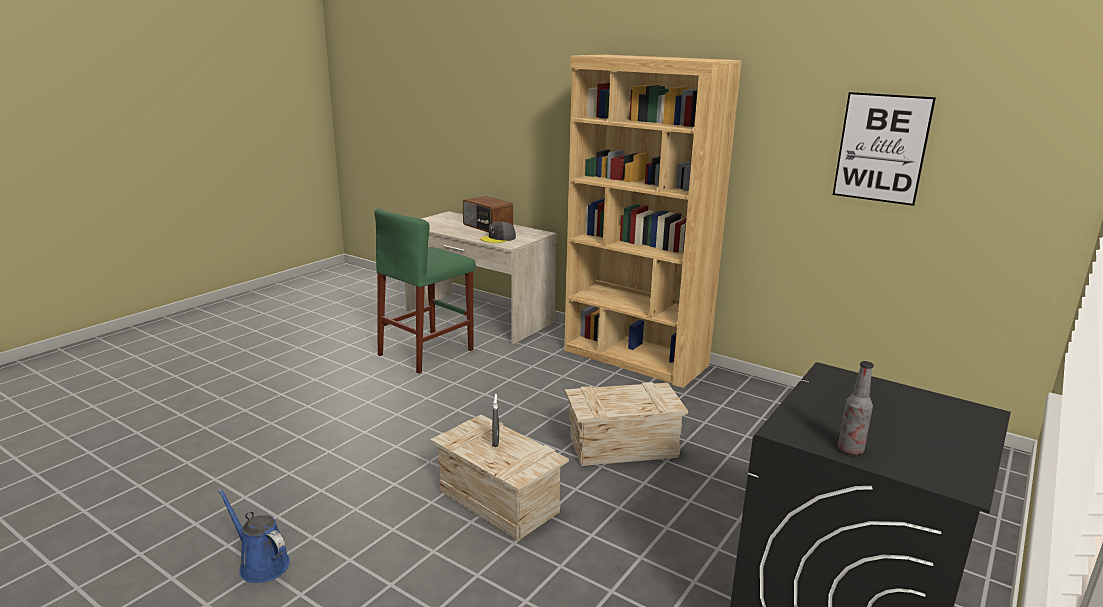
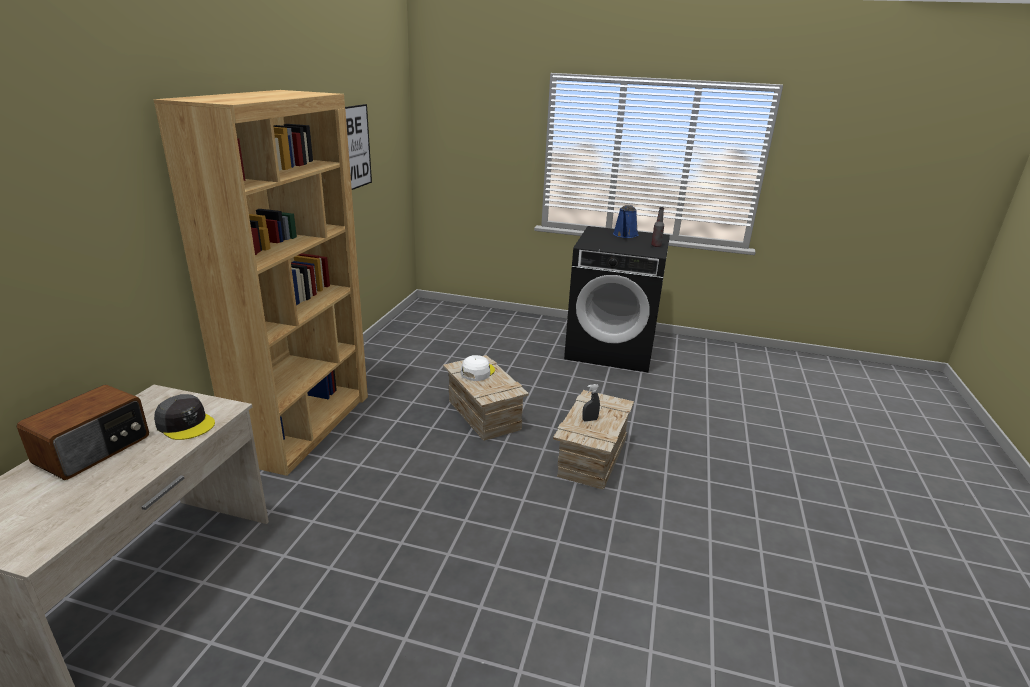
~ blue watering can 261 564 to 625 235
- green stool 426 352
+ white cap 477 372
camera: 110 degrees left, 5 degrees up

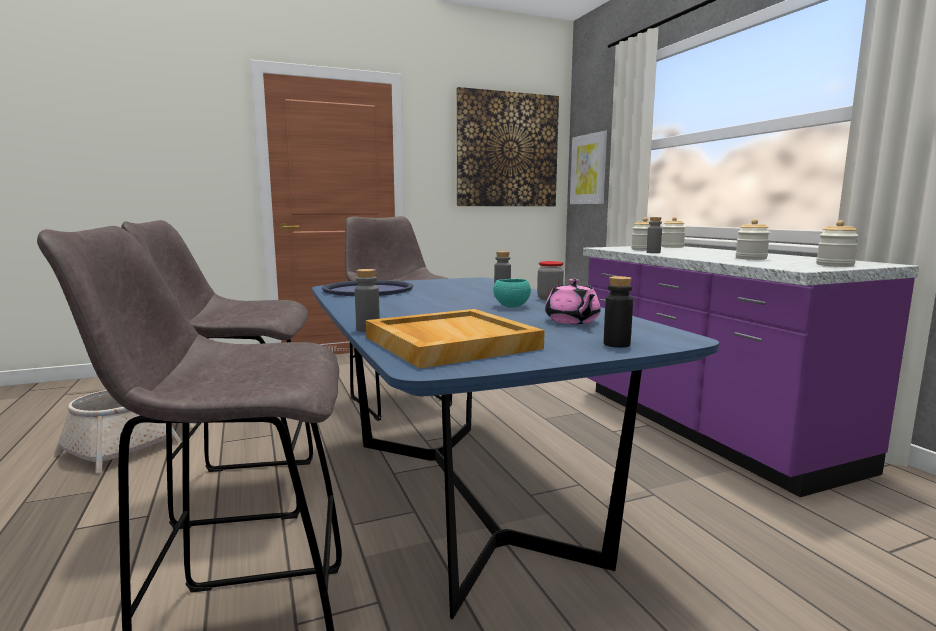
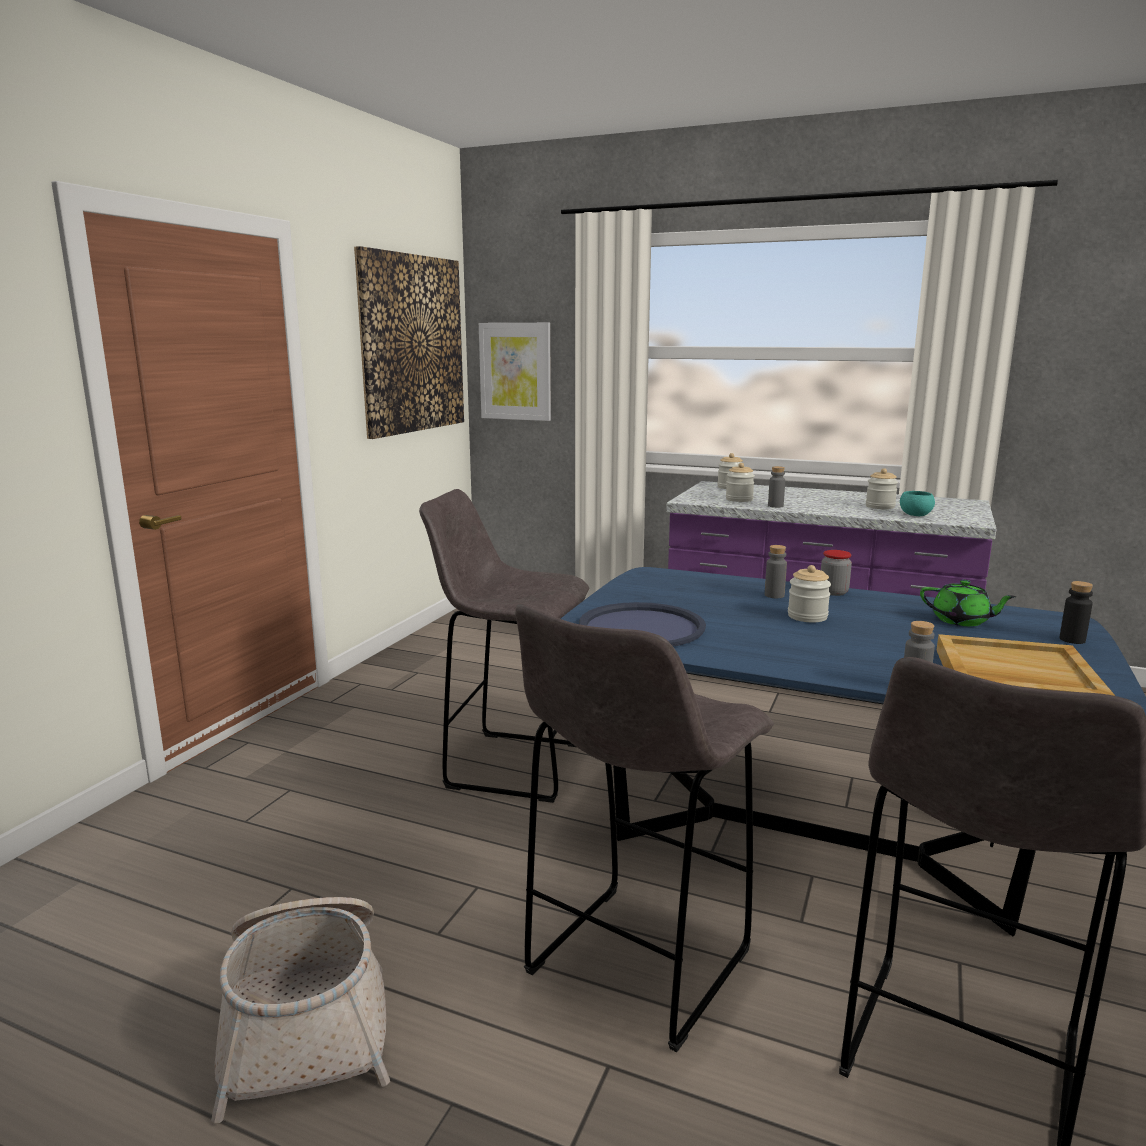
~ turquoise bowl 511 306 to 915 515
~ pink teapot 572 321 to green teapot 961 621
~ jar 834 265 to 807 616
camera: 45 degrees left, 5 degrees up

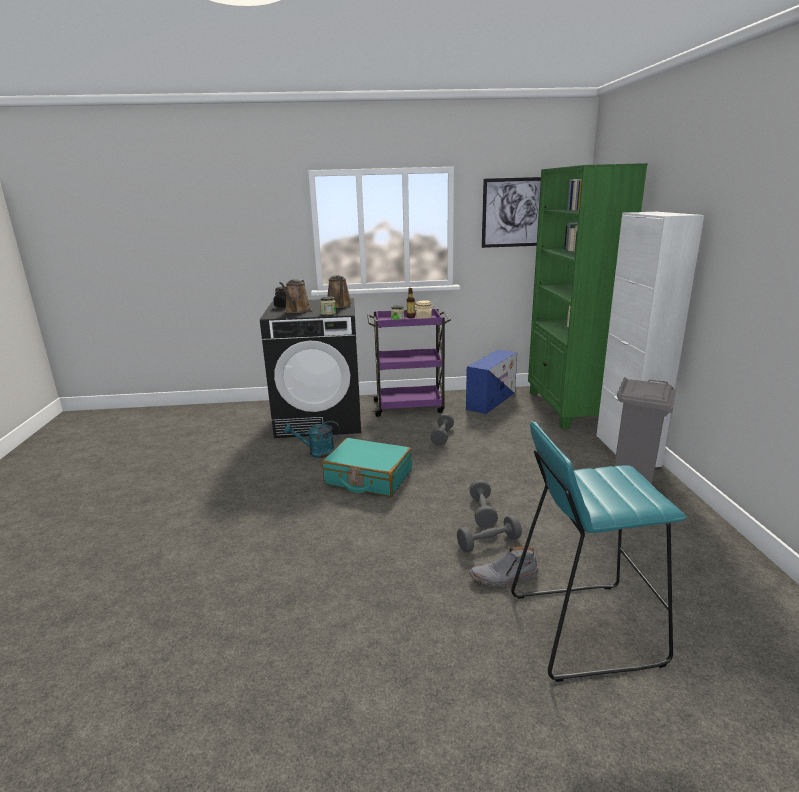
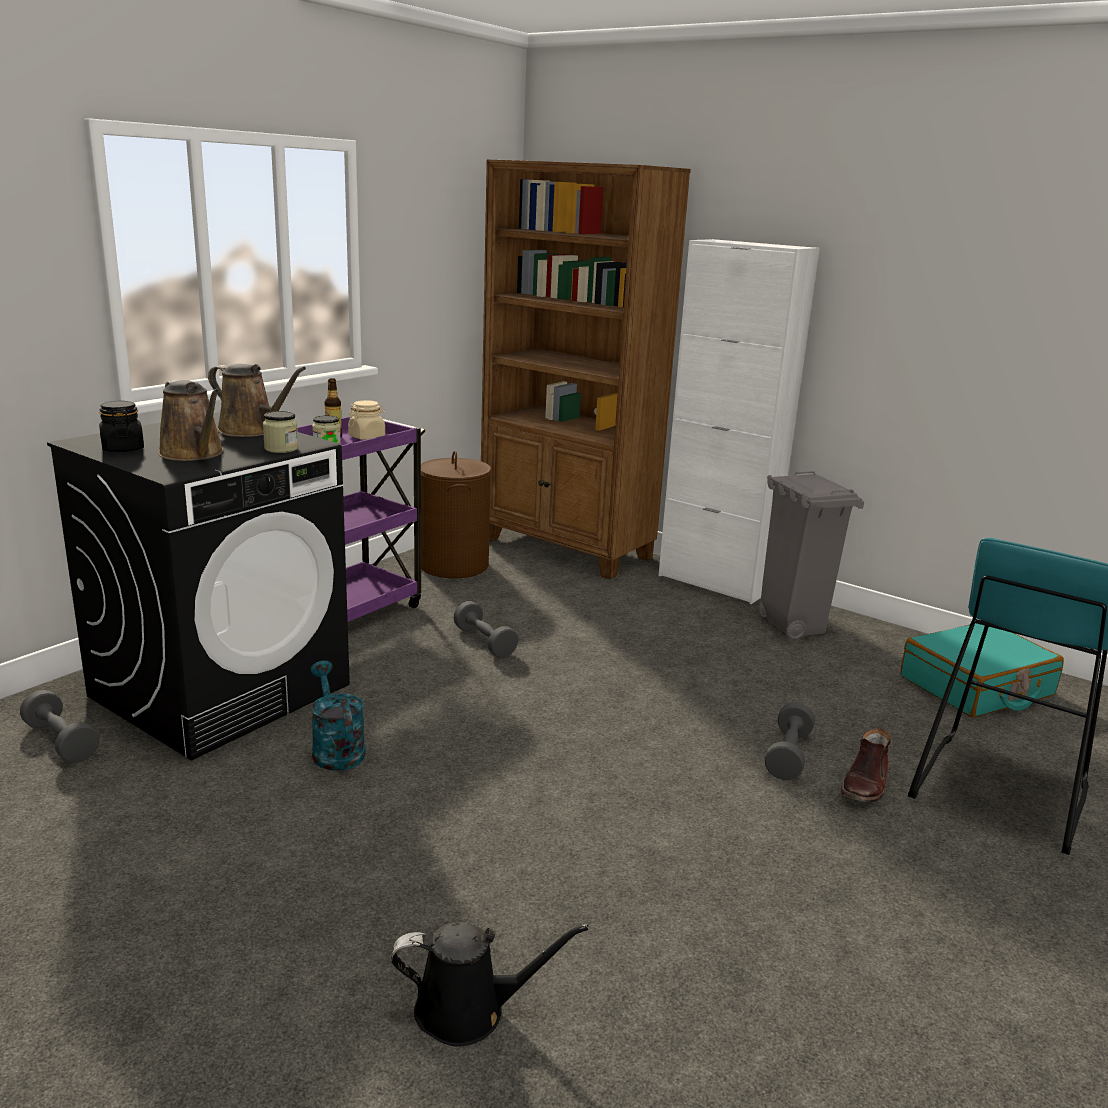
~ turquoise watering can 317 453 = 335 749 120 degrees clockwise
~ turquoise suitcase 368 478 to 976 687
~ blue storage box 491 400 to brown laundry basket 453 565
~ grey dumbbell 482 512 to 61 741
~ grey boot 504 577 to brown boot 866 784
- picture 514 212
~ green bookcase 566 408 to brown bookcase 567 549
+ black watering can 469 1010
camera: 50 degrees left, 0 degrees up

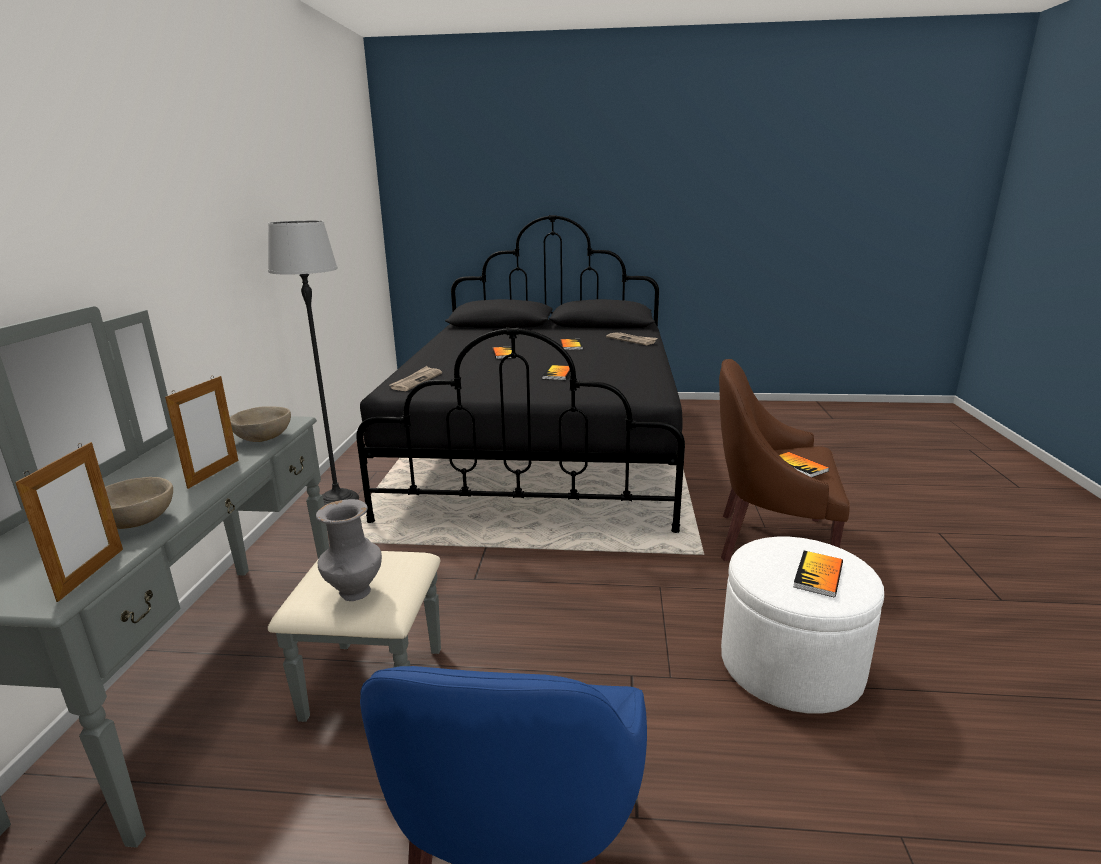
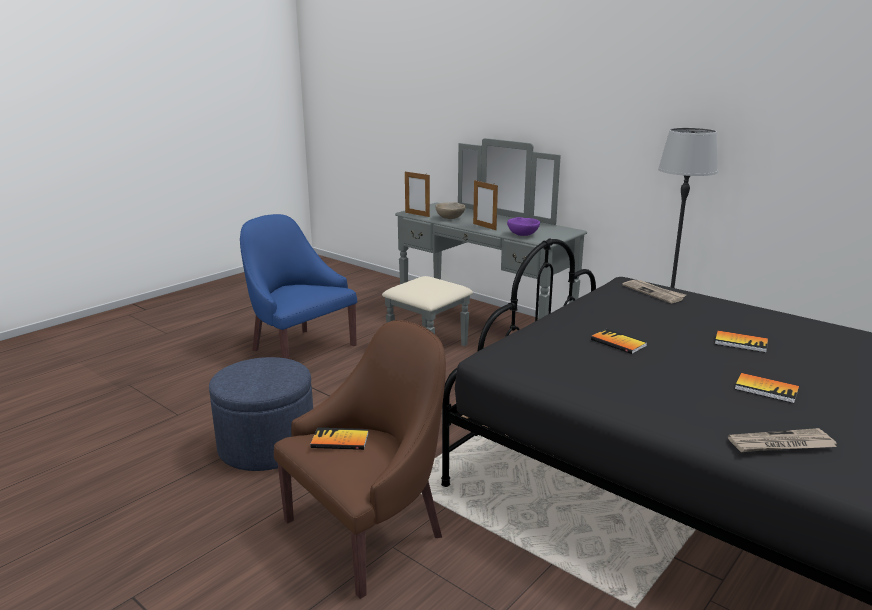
~ beige bowl 264 438 to purple bowl 523 235
- grey vase 354 593
~ white ottoman 790 665 to blue ottoman 267 446
- book 818 575
camera: 125 degrees right, 0 degrees up

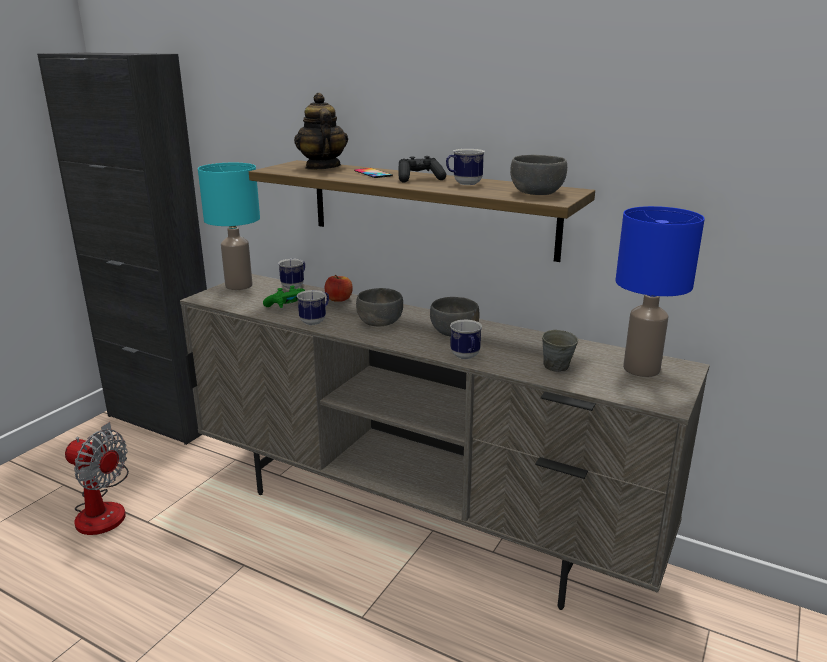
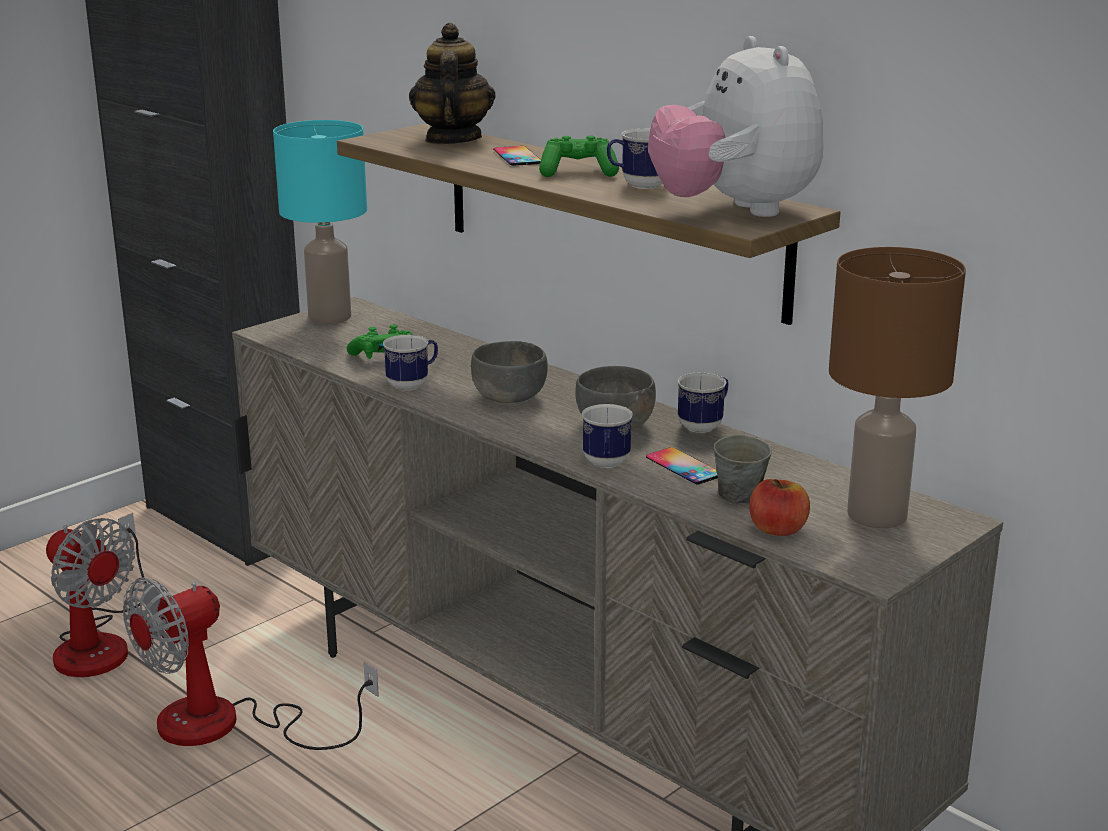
~ mug 295 285 to 704 425
~ apple 339 299 to 778 529
~ black game controller 419 179 to green game controller 578 172
~ grey bowl 537 193 to plush toy 734 211
~ blue table lamp 641 369 to brown table lamp 878 514
+ fan 226 725
+ phone 684 466
camera: 15 degrees right, 0 degrees up

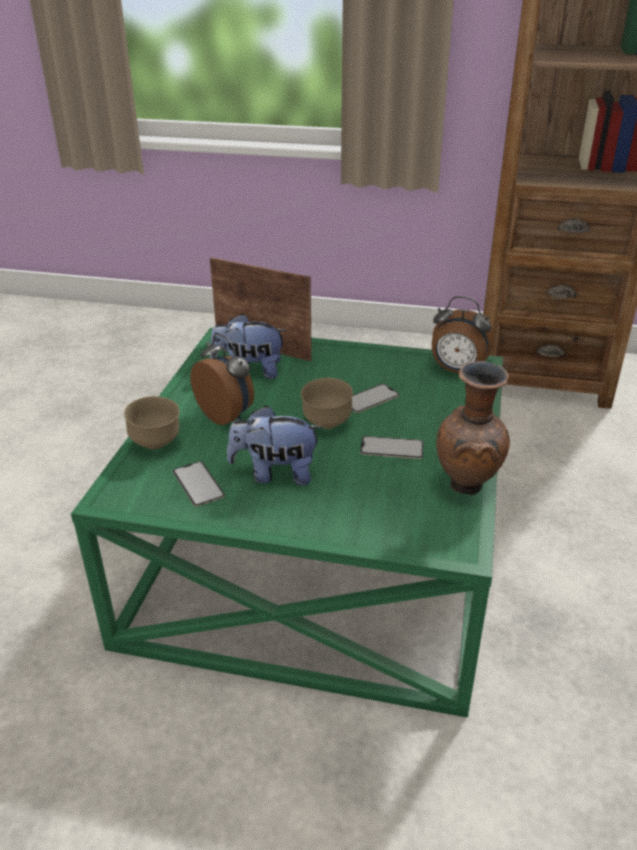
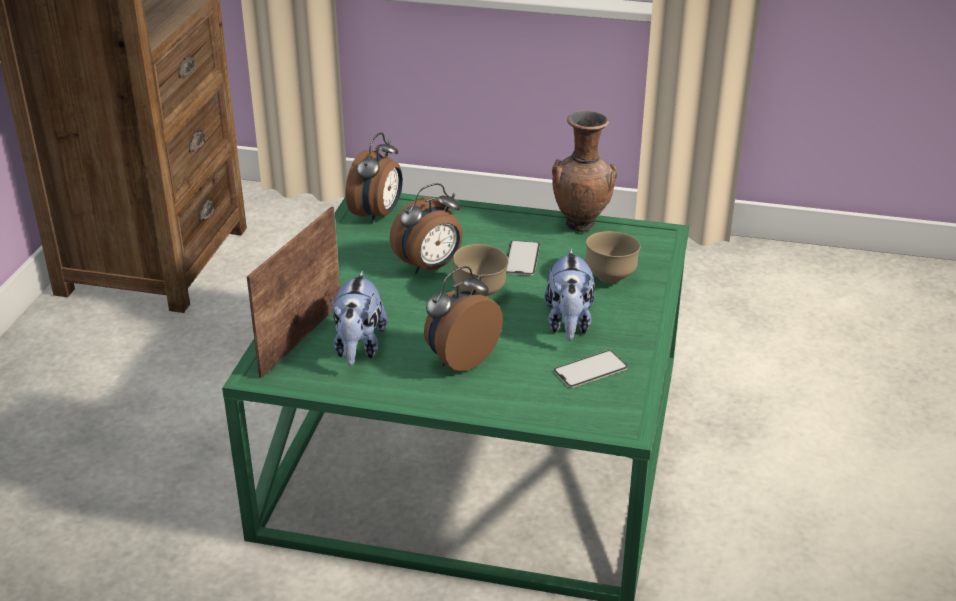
~ brown bowl 156 444 to 610 278
~ phone 370 399 to alarm clock 430 267
camera: 90 degrees left, 0 degrees up

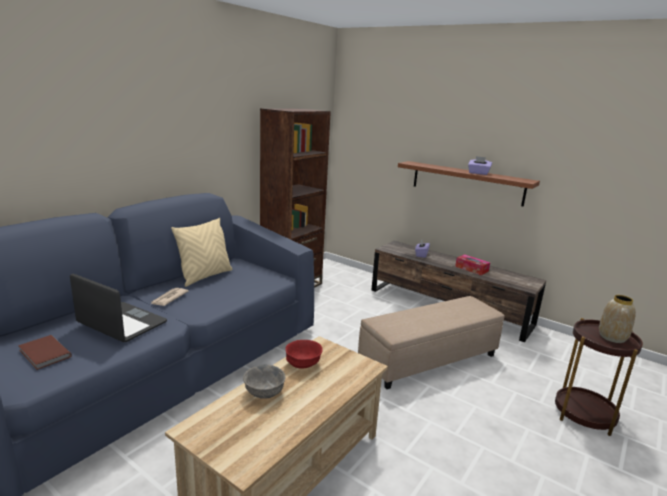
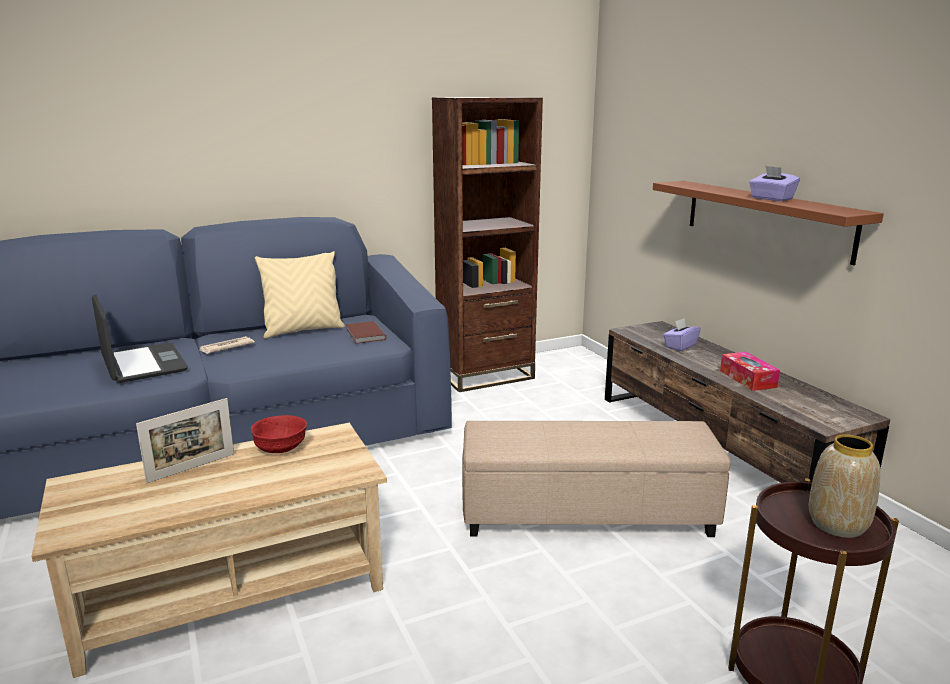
~ brown book 44 354 to 364 334
~ grey bowl 264 392 to picture frame 191 468
camera: 30 degrees right, 0 degrees up

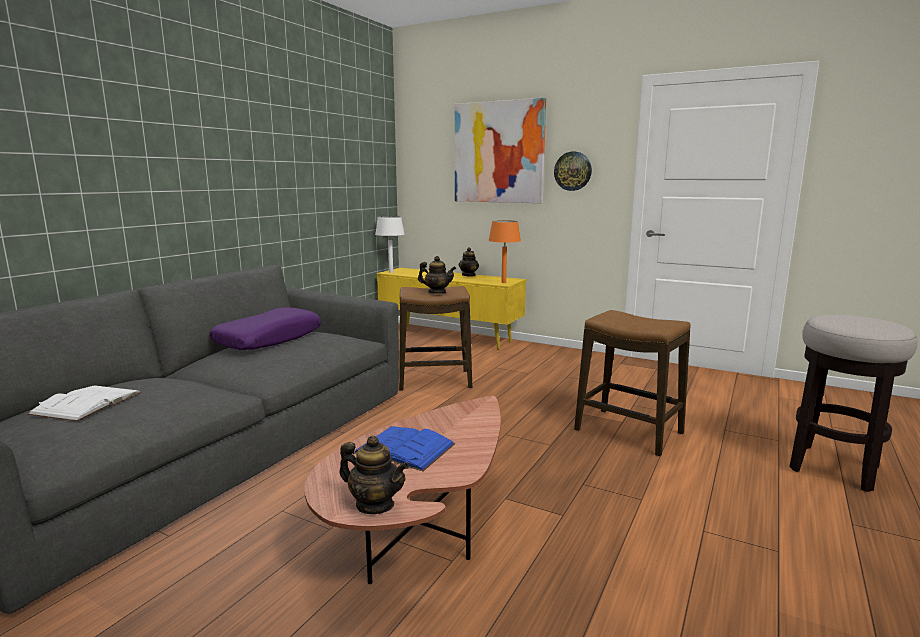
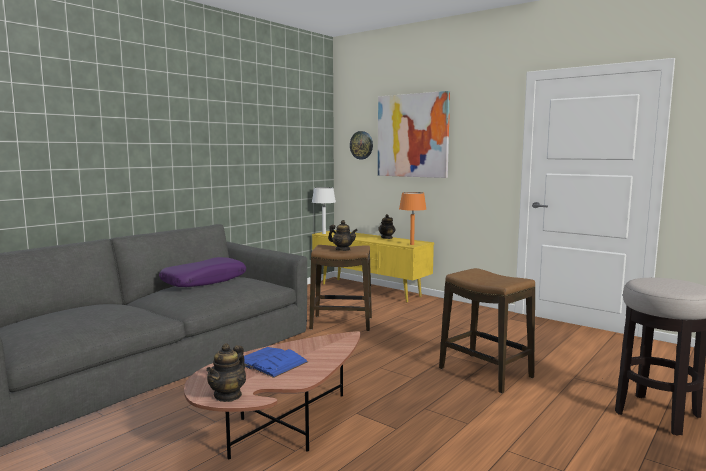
- white book 87 403
~ teapot 375 505 = 228 395 75 degrees clockwise
~ wall clock 573 171 to 361 145
camera: 10 degrees right, 5 degrees down

